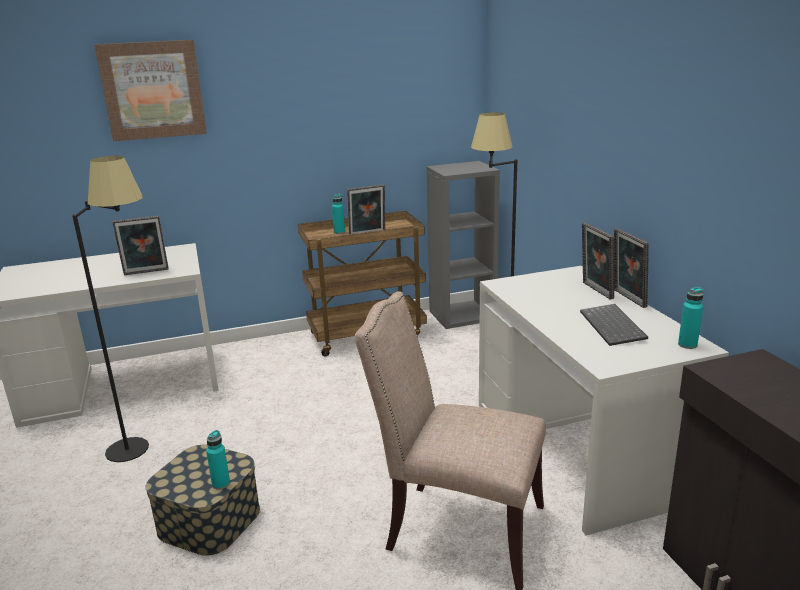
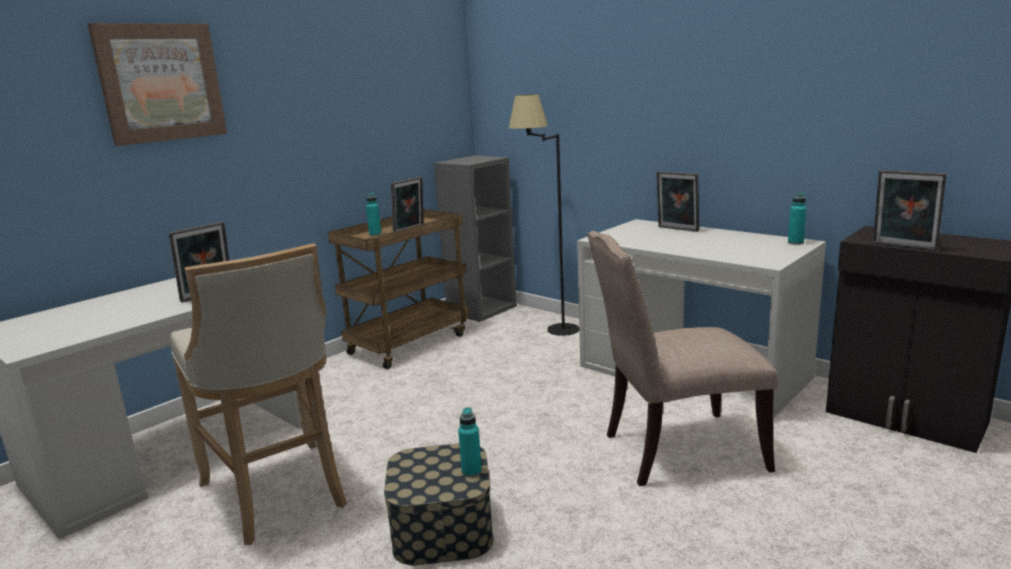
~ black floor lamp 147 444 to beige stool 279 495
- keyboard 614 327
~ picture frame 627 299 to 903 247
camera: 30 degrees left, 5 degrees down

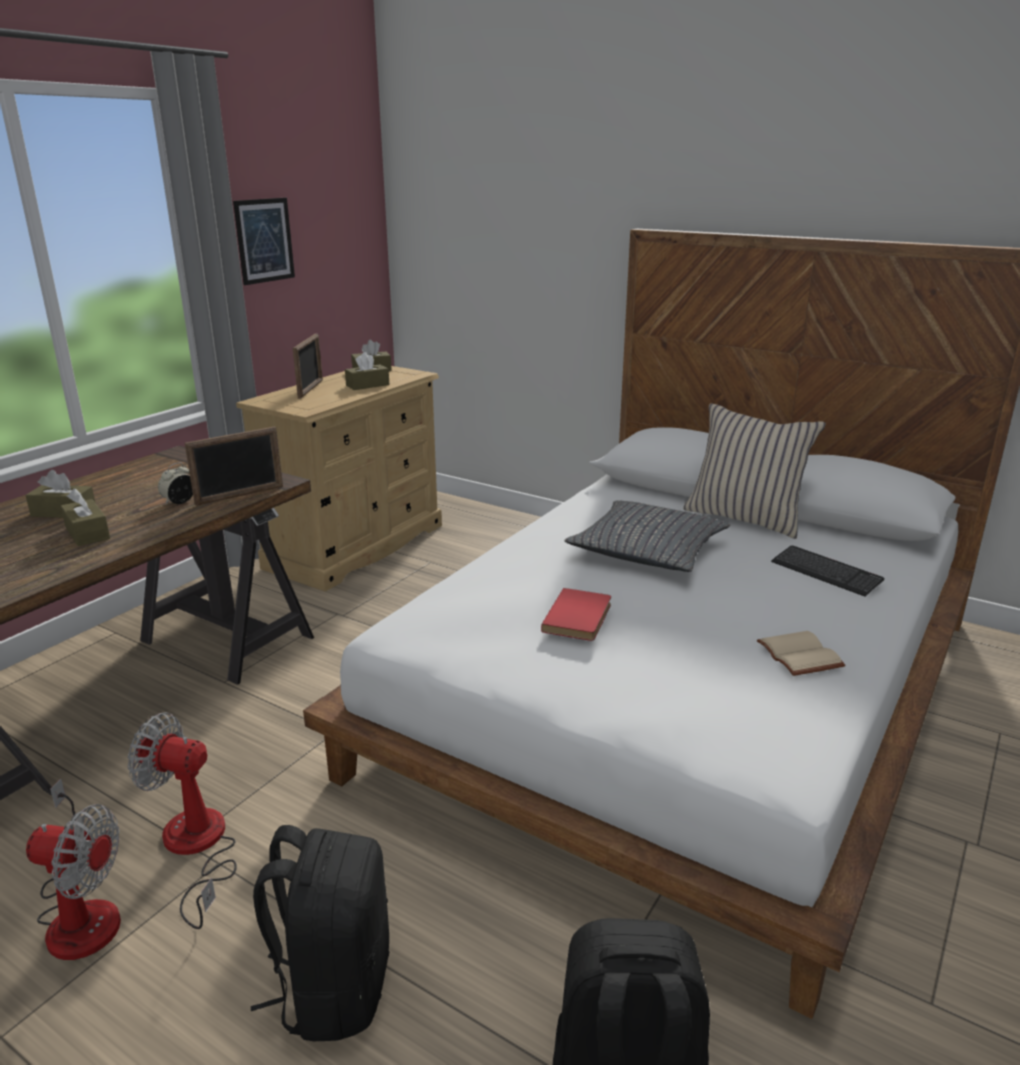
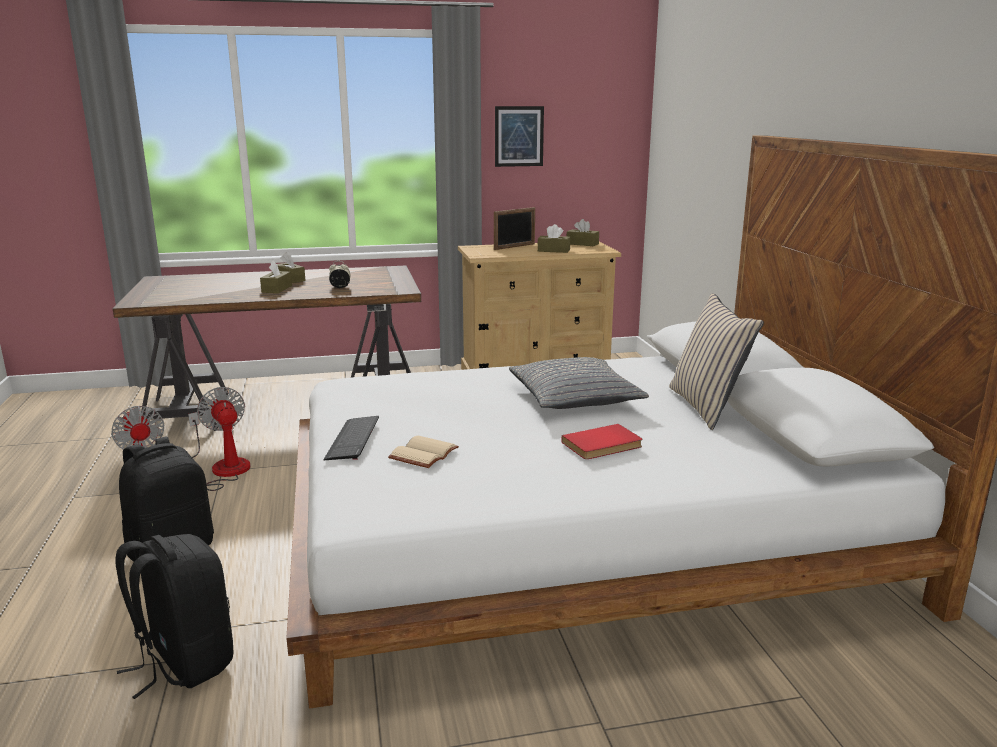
- picture frame 240 495
~ red book 580 618 to 603 445
~ beige book 801 655 to 424 455
~ keyboard 826 573 to 353 440
camera: 45 degrees right, 5 degrees down

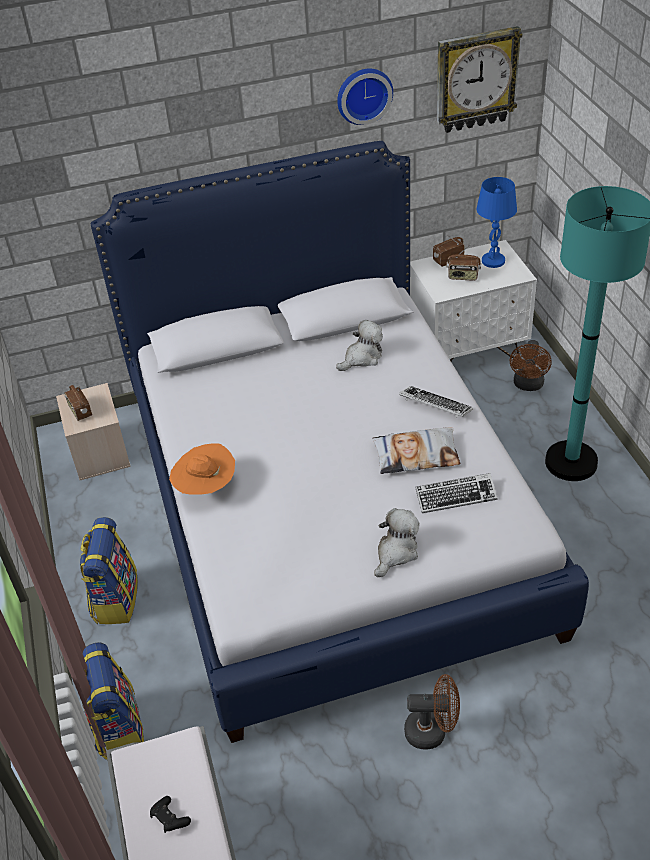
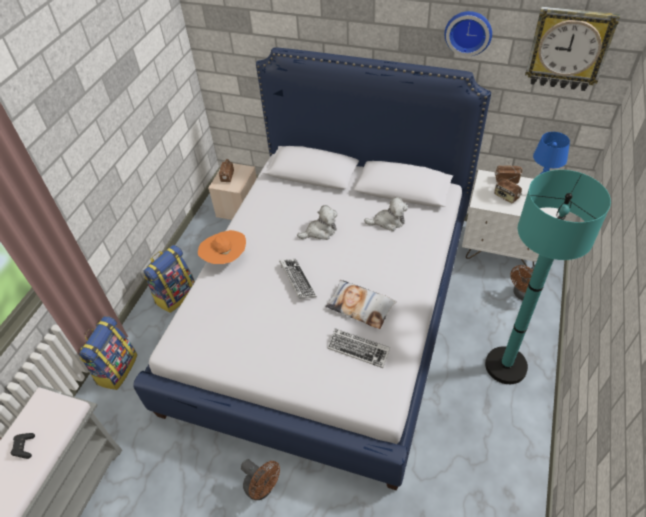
~ plush toy 396 552 to 320 231
~ keyboard 435 405 to 297 280
camera: 35 degrees right, 5 degrees up

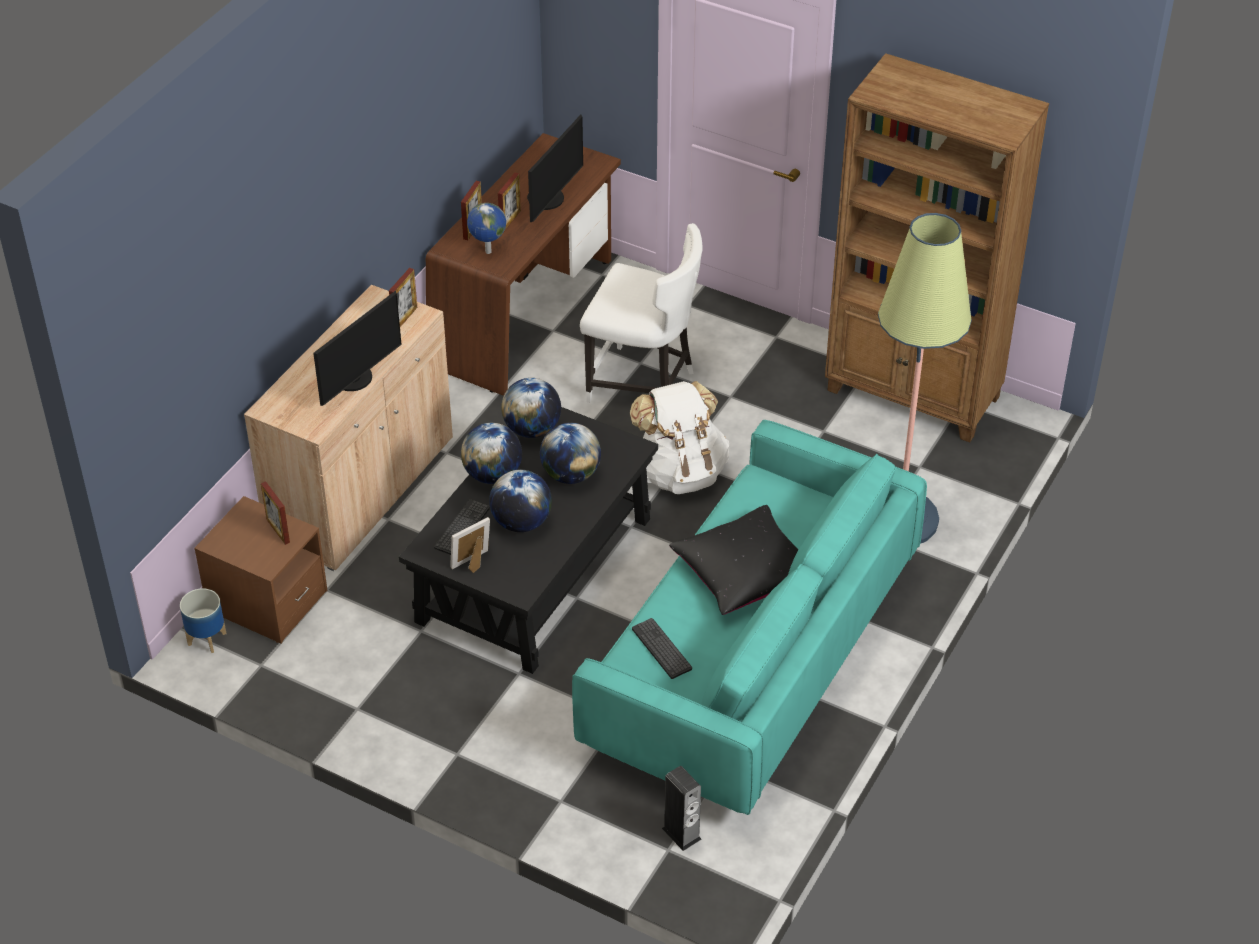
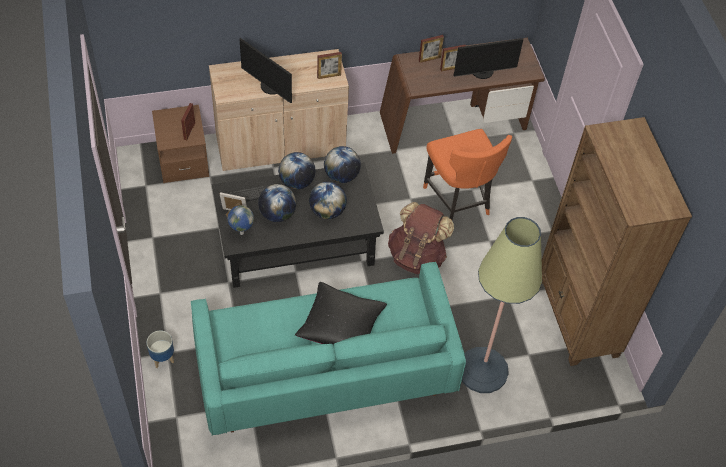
~ planter 207 639 to 163 358
~ monitor 356 379 = 270 87 45 degrees clockwise
~ globe 487 252 to 241 233
~ white chair 643 385 to orange chair 458 201
~ white backpack 680 472 to brown backpack 417 255
- keyboard 661 649
- speaker 681 833
camera: 45 degrees right, 10 degrees up

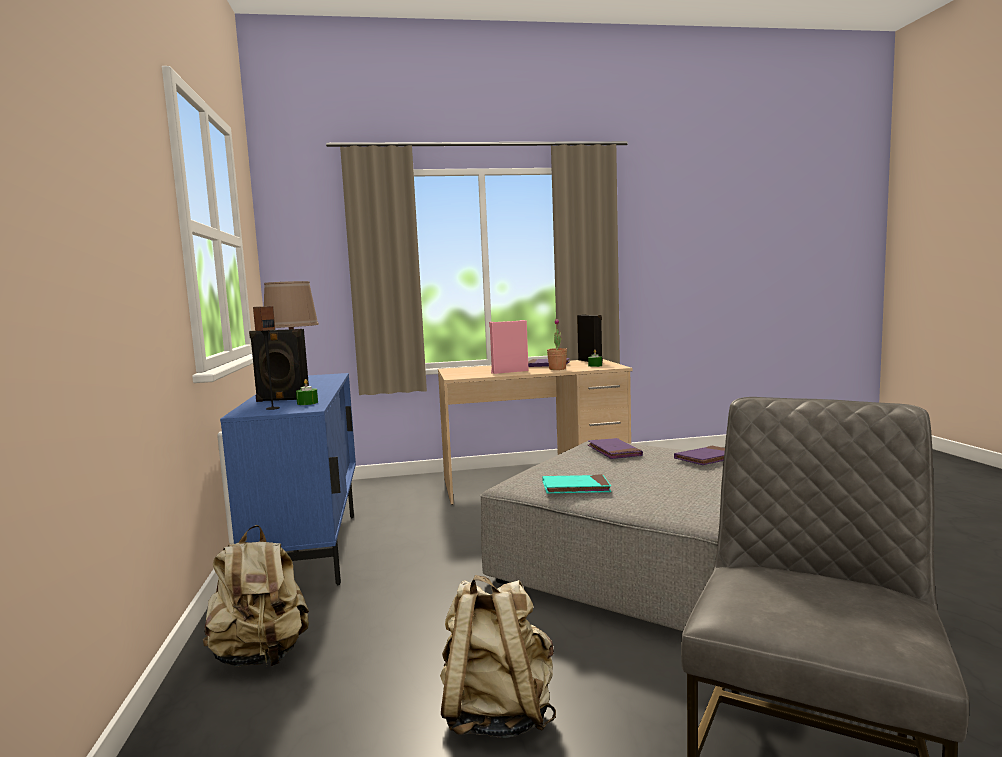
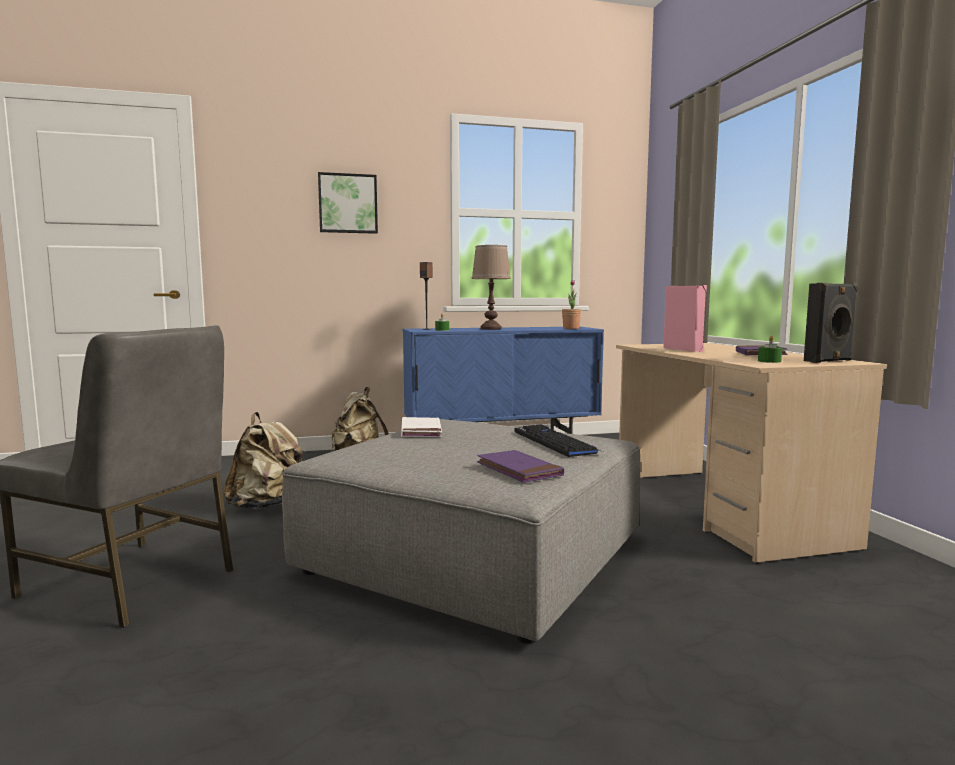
- black speaker 282 400
~ turquoise book 575 488 to white book 421 431
~ potted plant 557 369 to 571 328
~ purple book 614 451 to keyboard 555 442
+ picture 348 204
camera: 85 degrees right, 0 degrees up

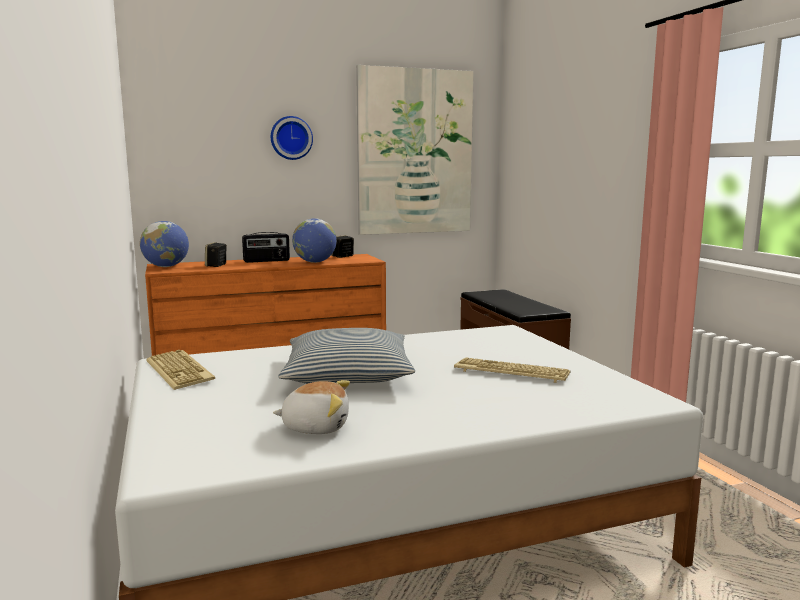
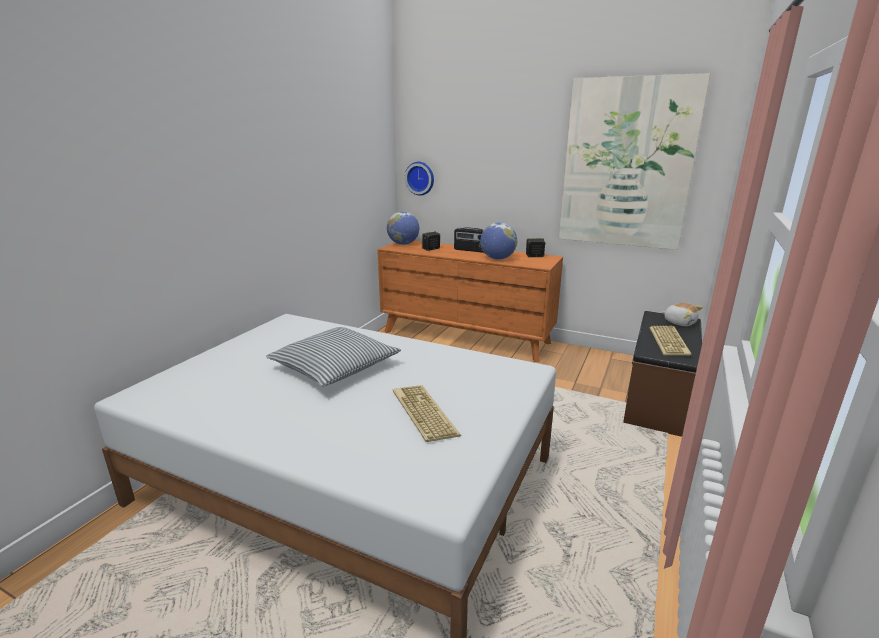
~ keyboard 181 370 to 670 341
~ wall clock 291 138 to 420 178
~ plush toy 316 427 to 679 322
camera: 45 degrees right, 10 degrees up

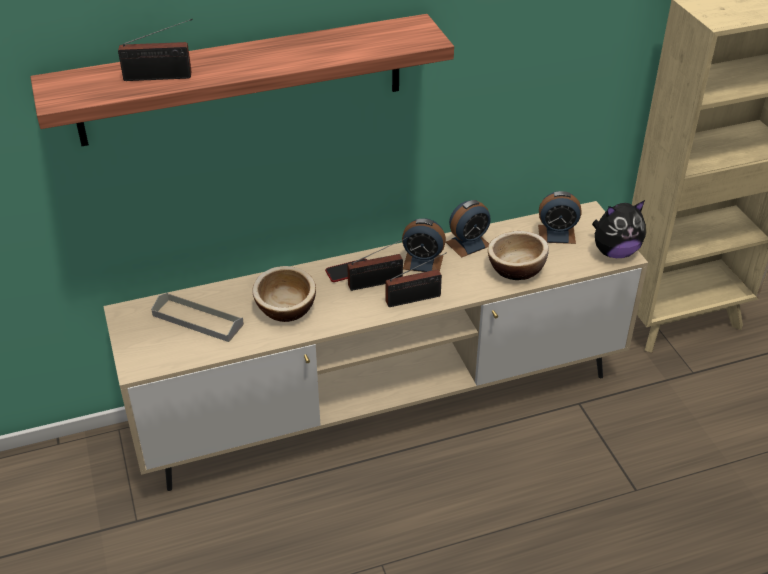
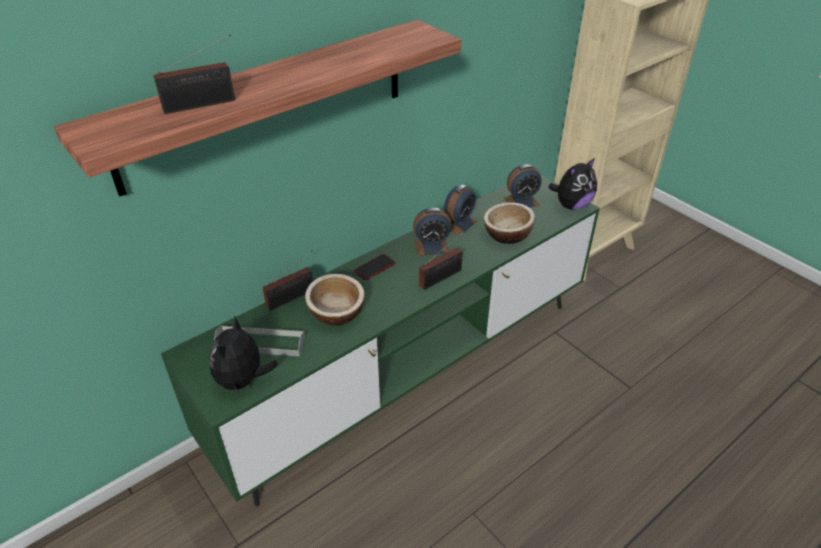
~ beige tv stand 383 405 to green tv stand 409 374
~ radio 378 282 to 293 297
+ plush toy 243 380
camera: 20 degrees left, 0 degrees up

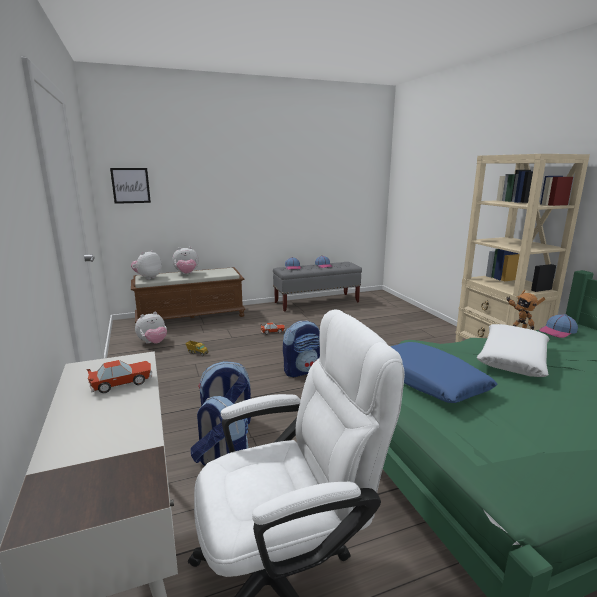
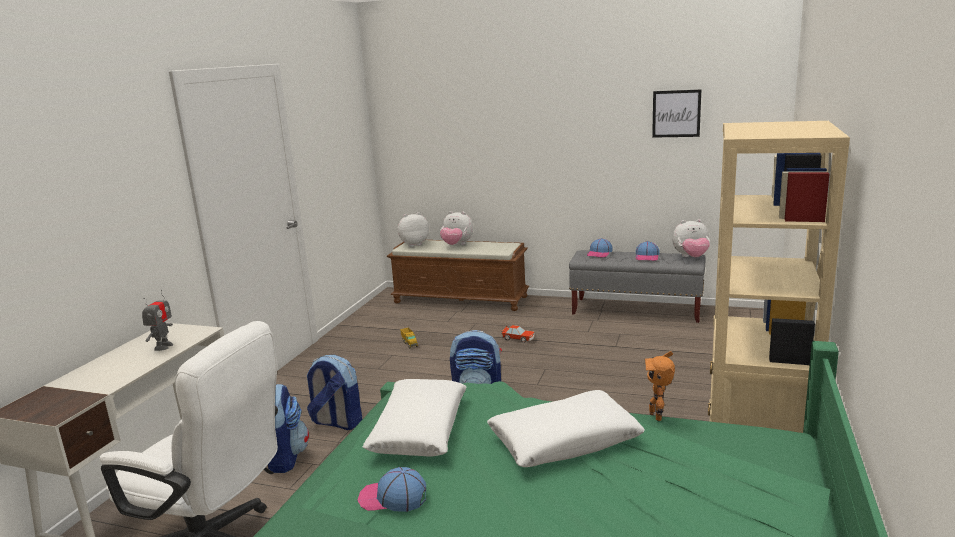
~ toy car 122 383 to toy robot 163 346
~ picture 130 185 to 676 113
~ plush toy 153 343 to 691 257
~ blue pillow 428 381 to white pillow 419 429
~ cap 557 331 to 392 498
camera: 40 degrees right, 0 degrees up

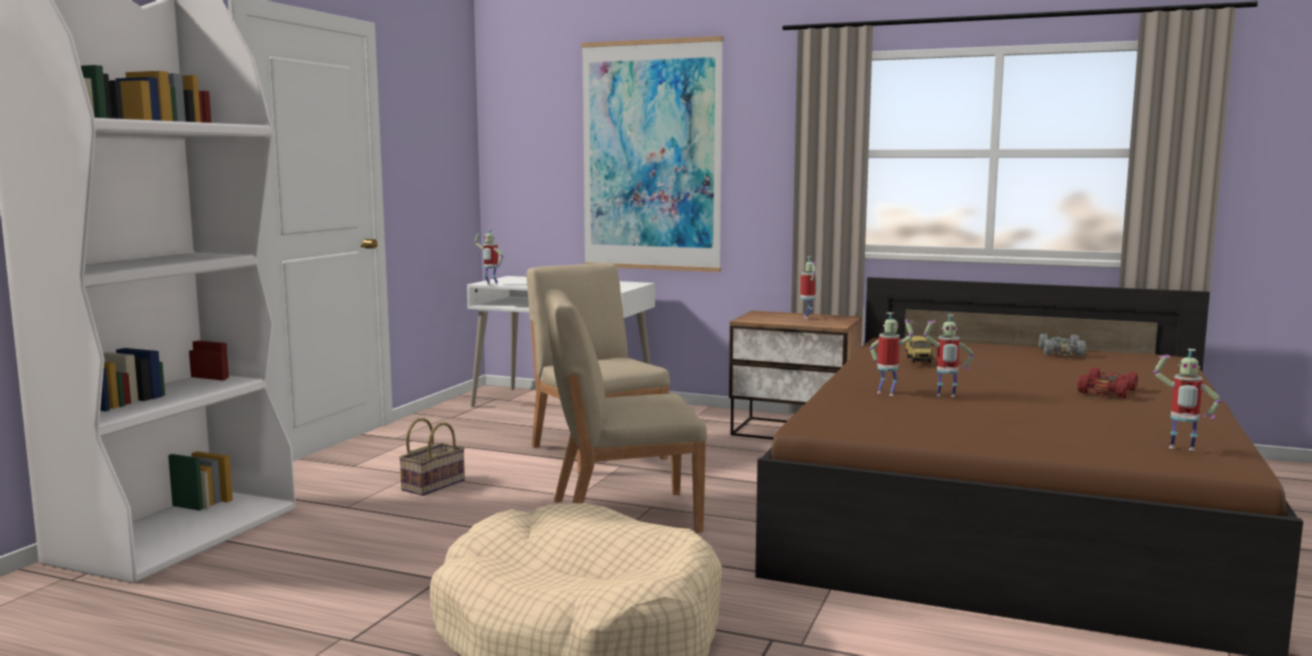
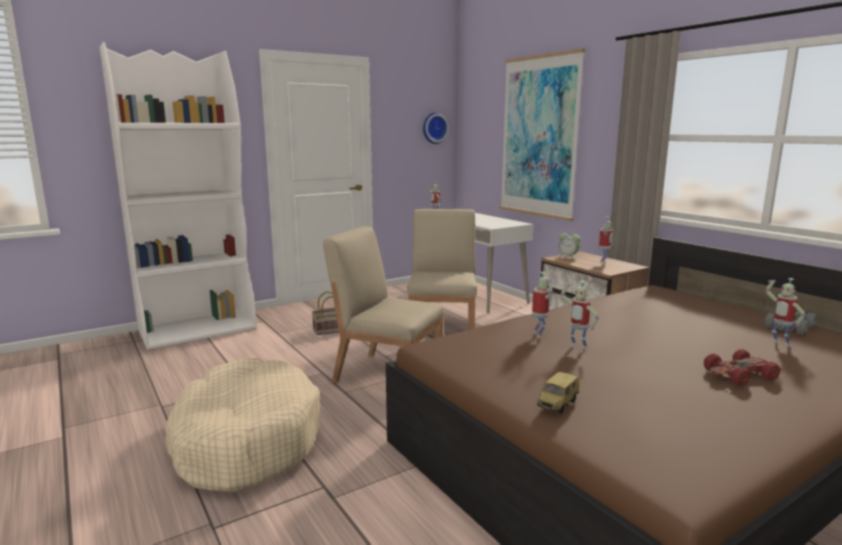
~ toy car 919 360 to 558 405
~ toy robot 1181 449 to 779 343
+ wall clock 434 128
+ alarm clock 568 257
camera: 35 degrees right, 5 degrees up

